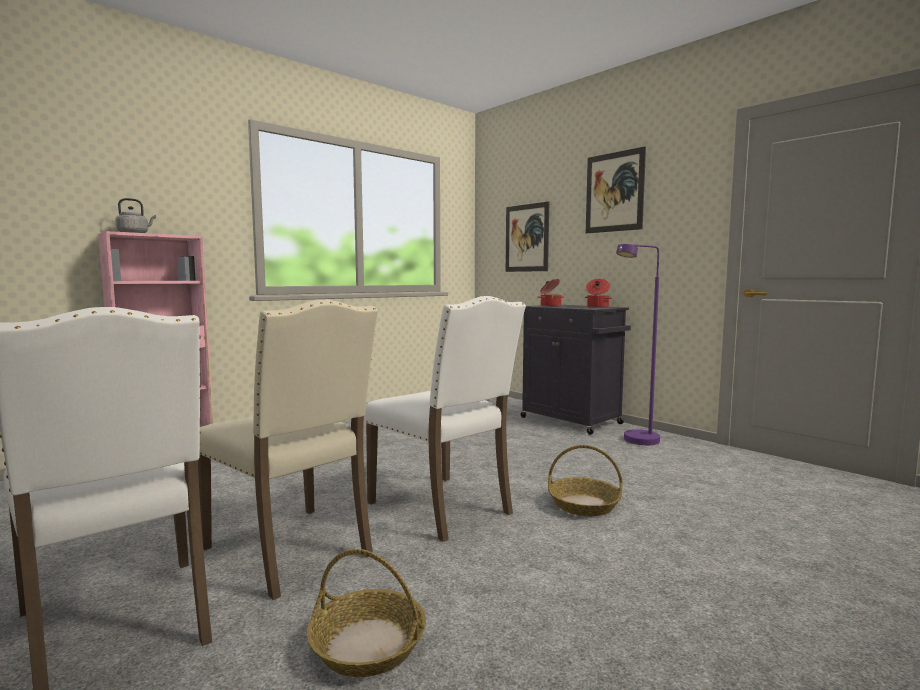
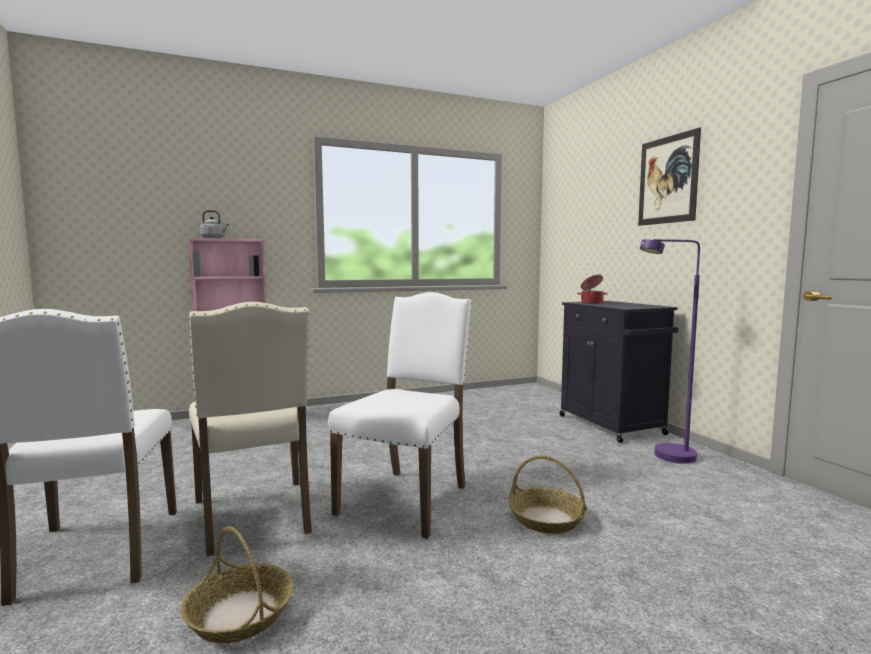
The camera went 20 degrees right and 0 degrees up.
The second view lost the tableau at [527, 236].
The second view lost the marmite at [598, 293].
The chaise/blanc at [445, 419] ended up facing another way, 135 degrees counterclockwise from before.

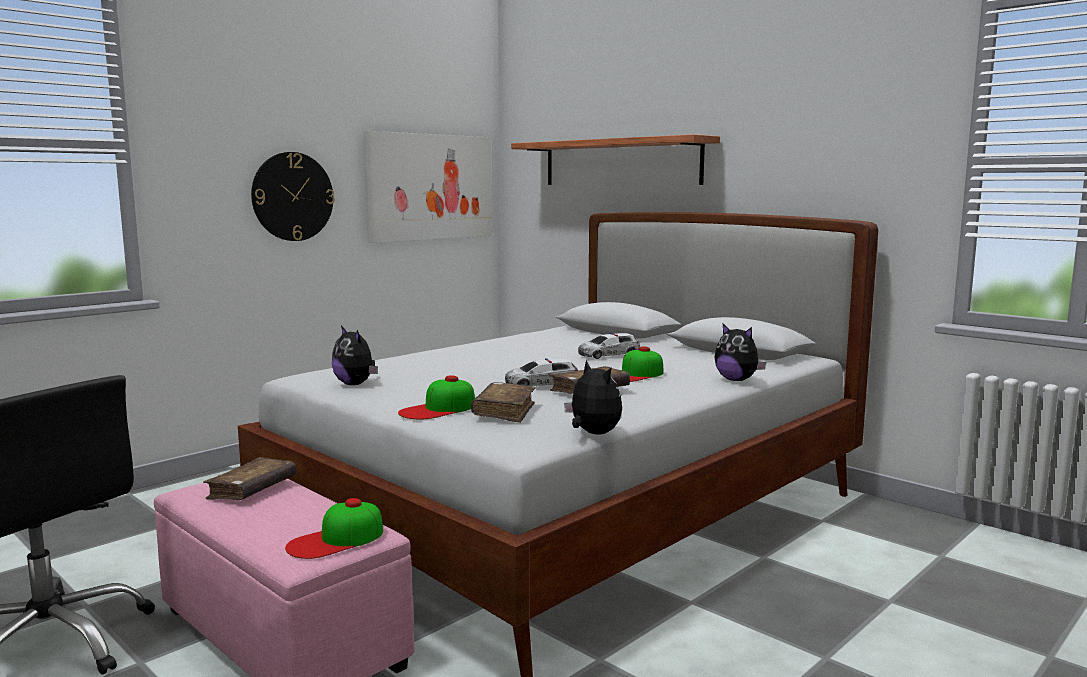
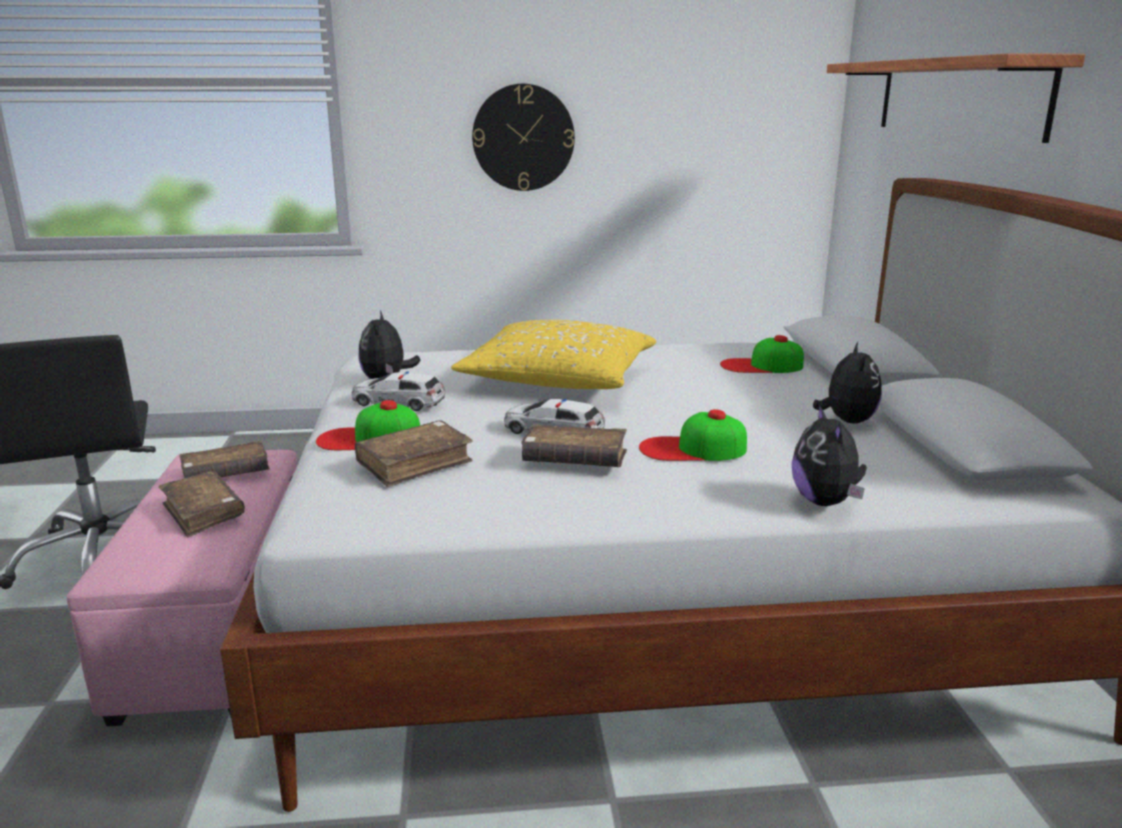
The camera went 40 degrees right and 10 degrees up.
The second view lost the tableau at [428, 187].
The second view gained the livre/marron at [202, 504].
The second view gained the coussin/jaune at [553, 354].
The casquette ended up elsewhere, having gone from [334, 528] to [762, 354].
The peluche ended up elsewhere, having gone from [593, 396] to [847, 383].
The petite voiture ended up elsewhere, having gone from [609, 346] to [398, 391].

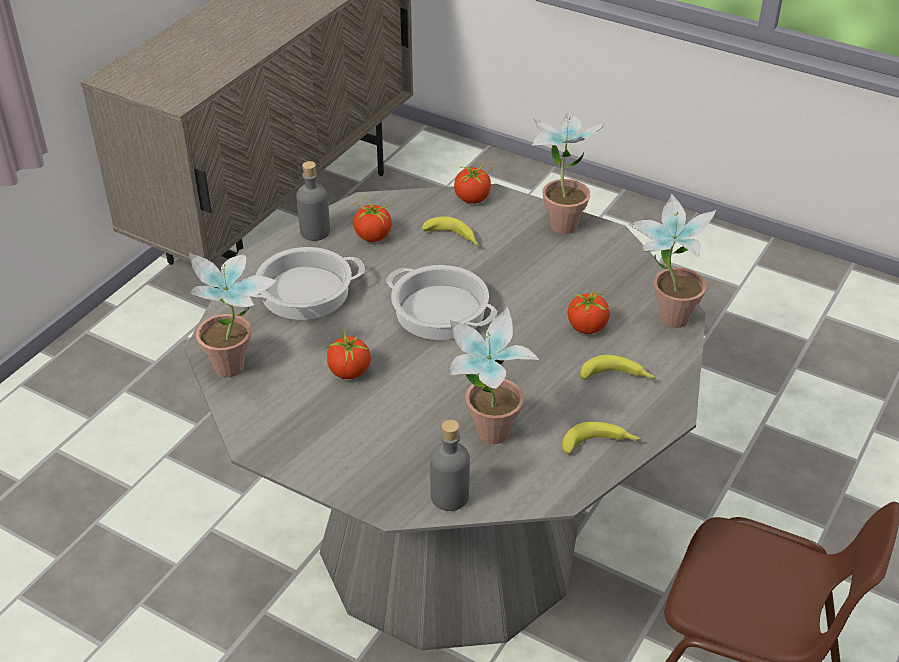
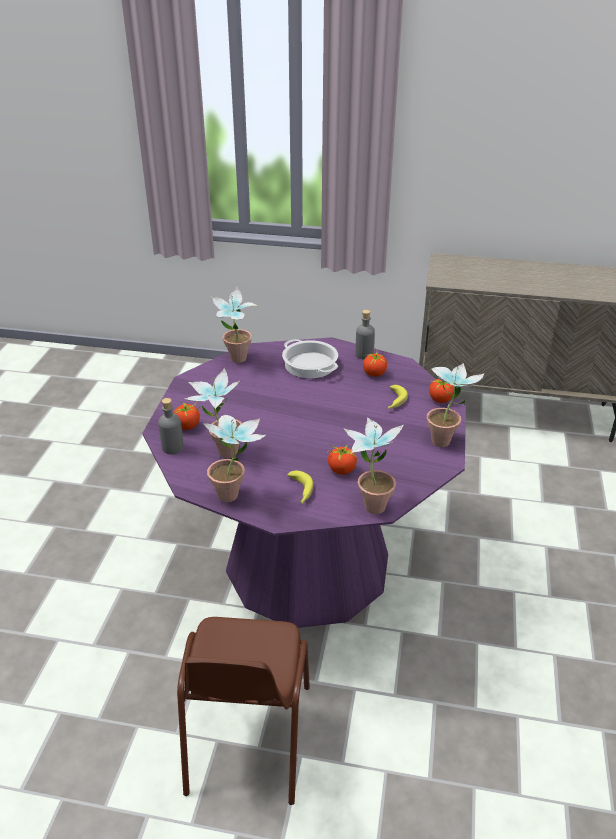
The camera went 70 degrees right and 5 degrees down.
The second view lost the marmite at [441, 302].
The tomate ended up elsewhere, having gone from [349, 352] to [186, 415].
Where the banane stood at [601, 438], the plante en pot came to stand at [234, 458].
What was the table à manger/gris at [445, 417] turned into the table à manger/violet at [304, 482].

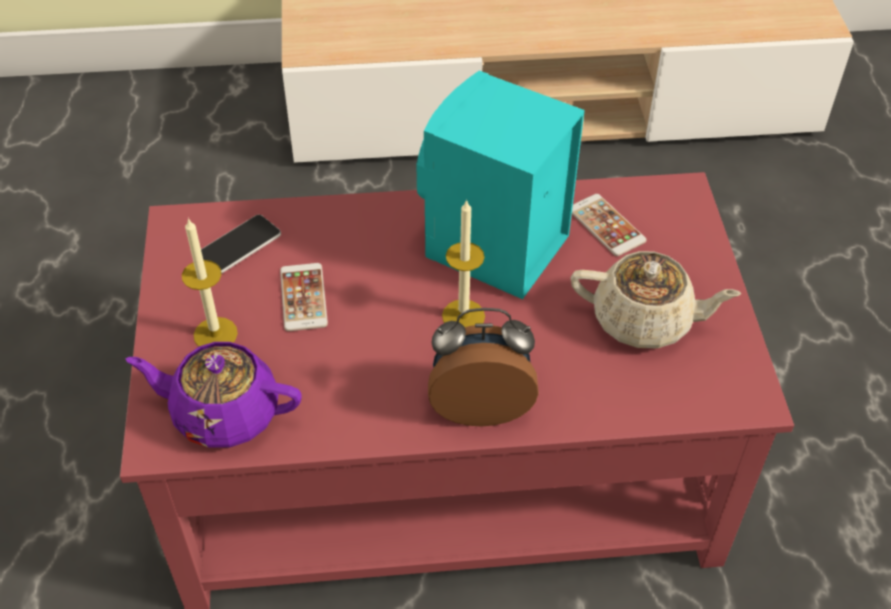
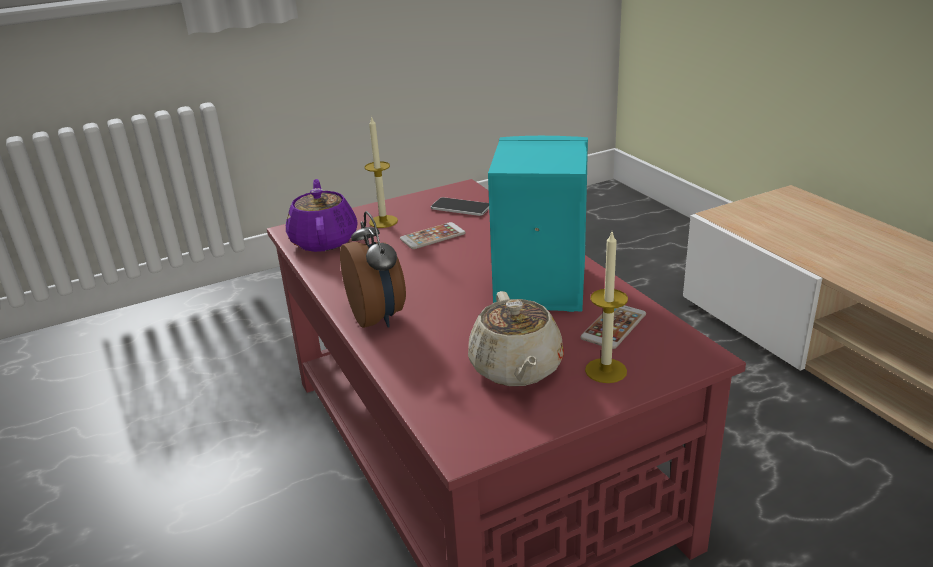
The camera went 70 degrees right and 20 degrees down.
The bougie ended up elsewhere, having gone from [463, 263] to [606, 307].

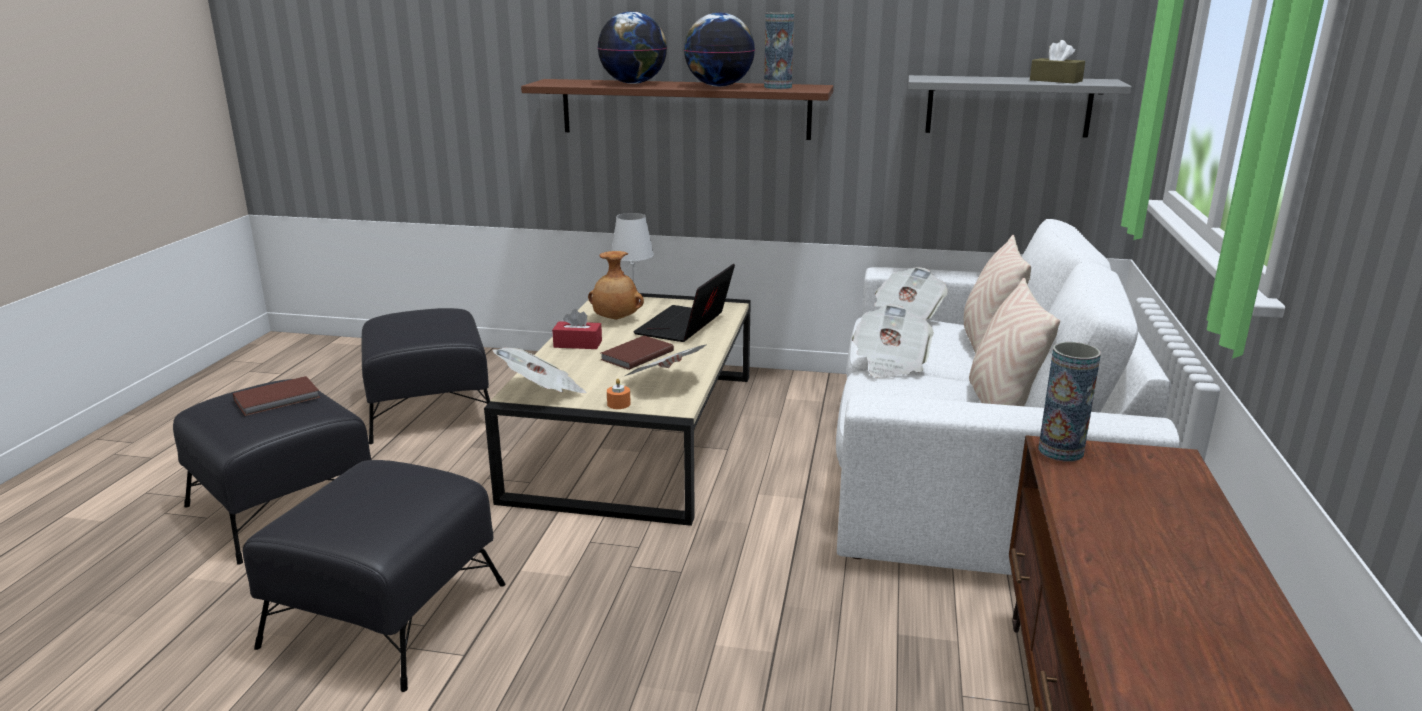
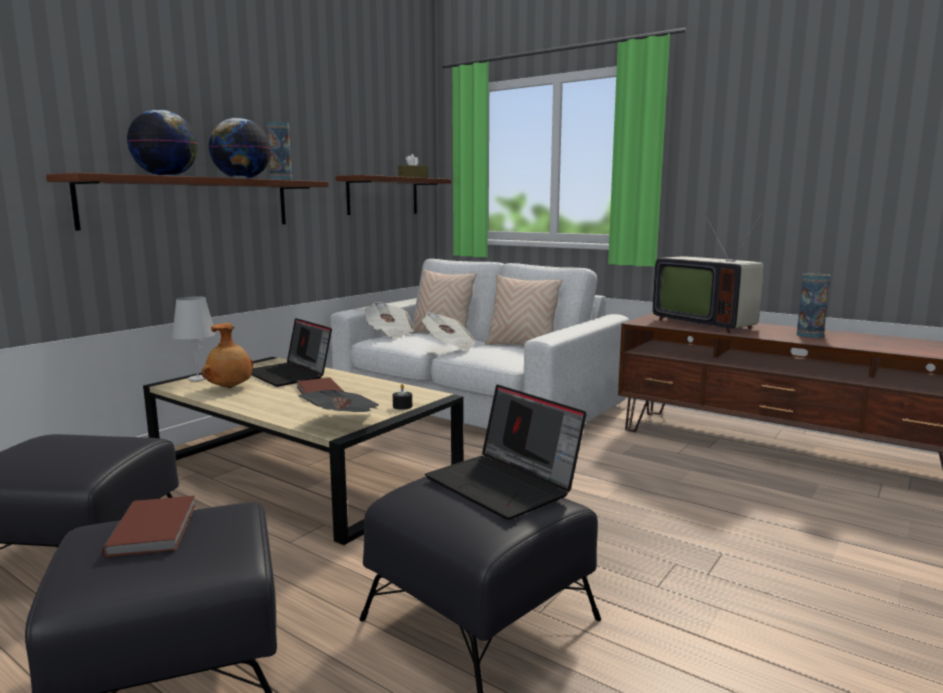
The camera went 65 degrees left and 10 degrees down.
The second view lost the boîte à mouchoirs/rouge at [577, 329].
The second view lost the journal at [665, 360].
The second view gained the ordinateur portable at [505, 452].
The second view gained the téléviseur at [708, 272].
The vase ended up elsewhere, having gone from [1069, 402] to [814, 305].
What was the bougie/orange at [619, 394] turned into the bougie/noir at [402, 397].
What was the étagère/gris at [1020, 106] turned into the étagère/marron at [393, 195].

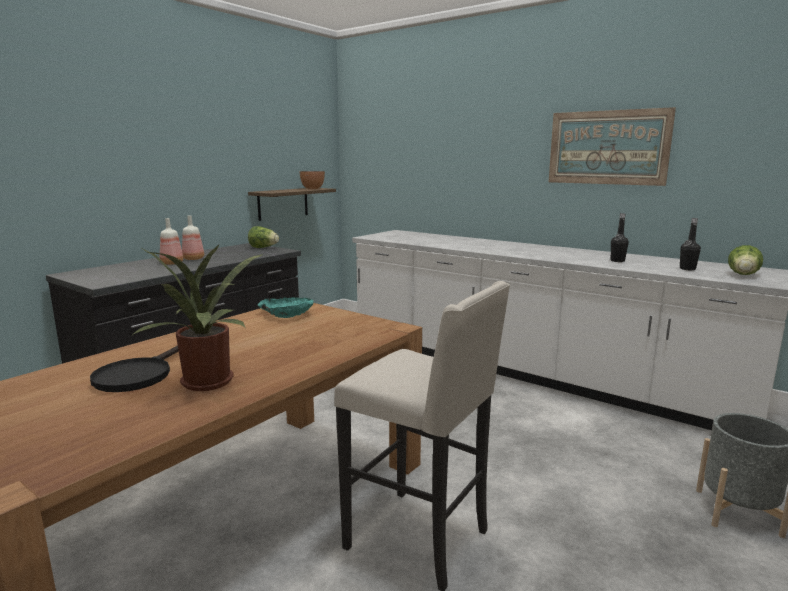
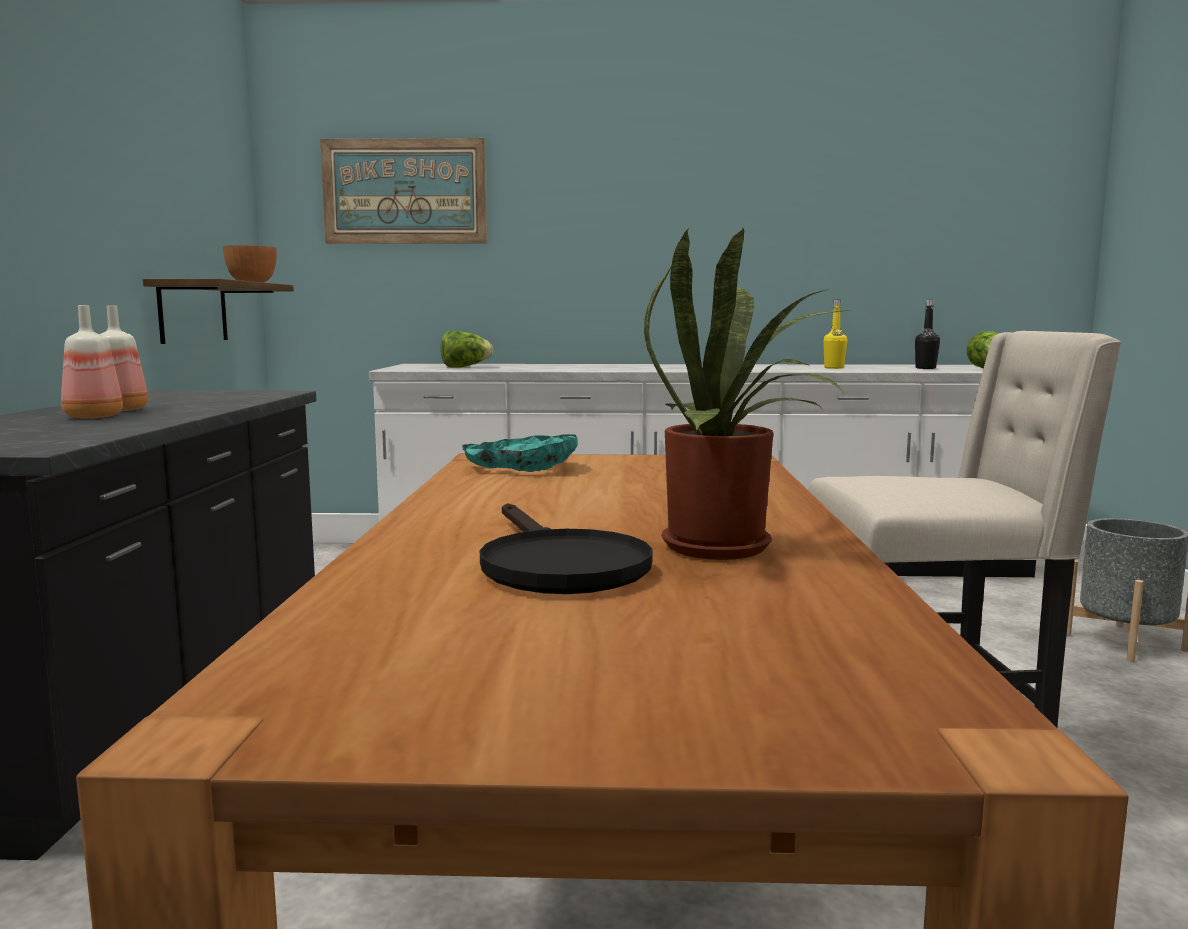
The camera went 35 degrees left and 5 degrees down.
The laitue ended up elsewhere, having gone from [263, 237] to [467, 349].
The tableau ended up elsewhere, having gone from [612, 146] to [403, 191].
What was the bouteille/noir at [620, 237] turned into the bouteille/jaune at [835, 334].

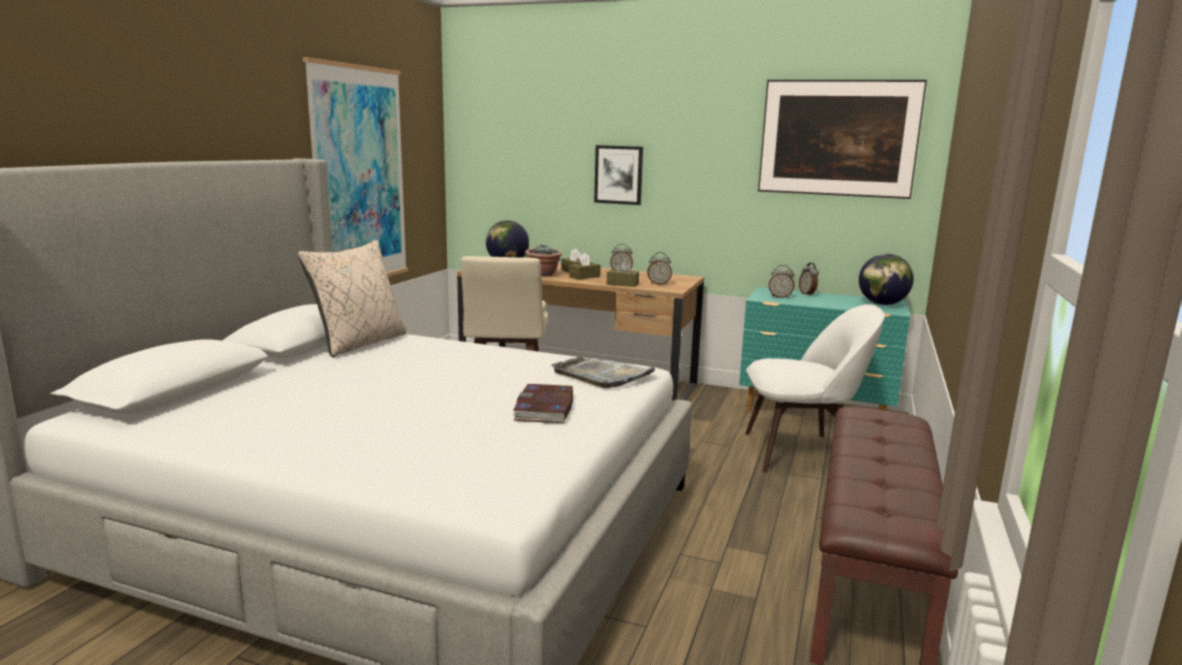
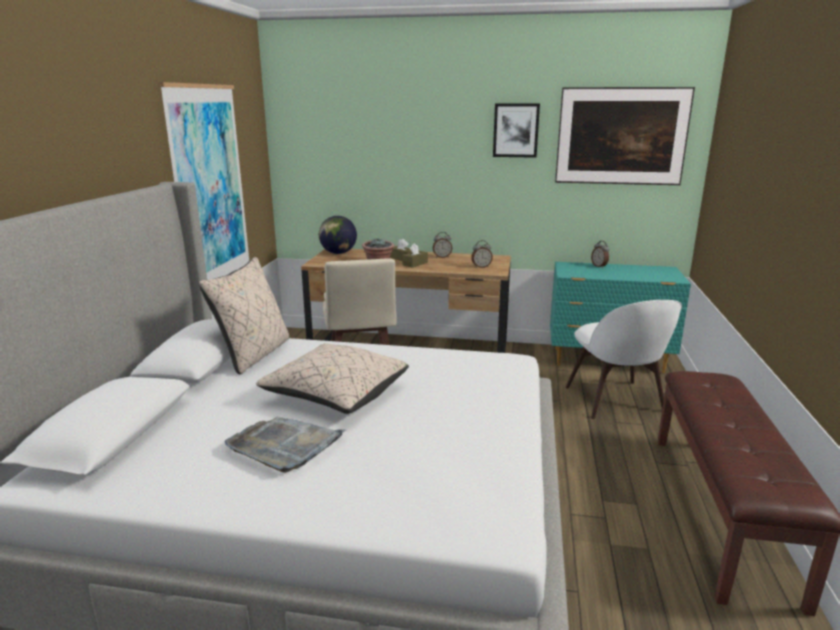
The camera went 10 degrees left and 5 degrees up.
The second view lost the livre at [542, 403].
The second view lost the boîte à mouchoirs/marron at [623, 273].
The second view lost the réveil at [782, 281].
The second view lost the globe at [886, 279].
The second view gained the coussin/beige at [332, 378].
The plateau/gris ended up elsewhere, having gone from [604, 372] to [285, 444].
The tableau ended up elsewhere, having gone from [618, 175] to [516, 130].
The chaise/blanc at [815, 388] ended up facing another way, 90 degrees clockwise from before.

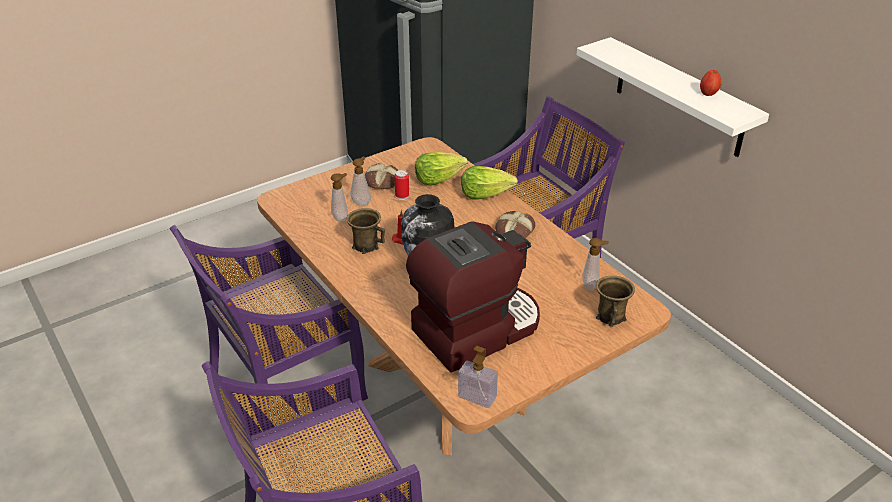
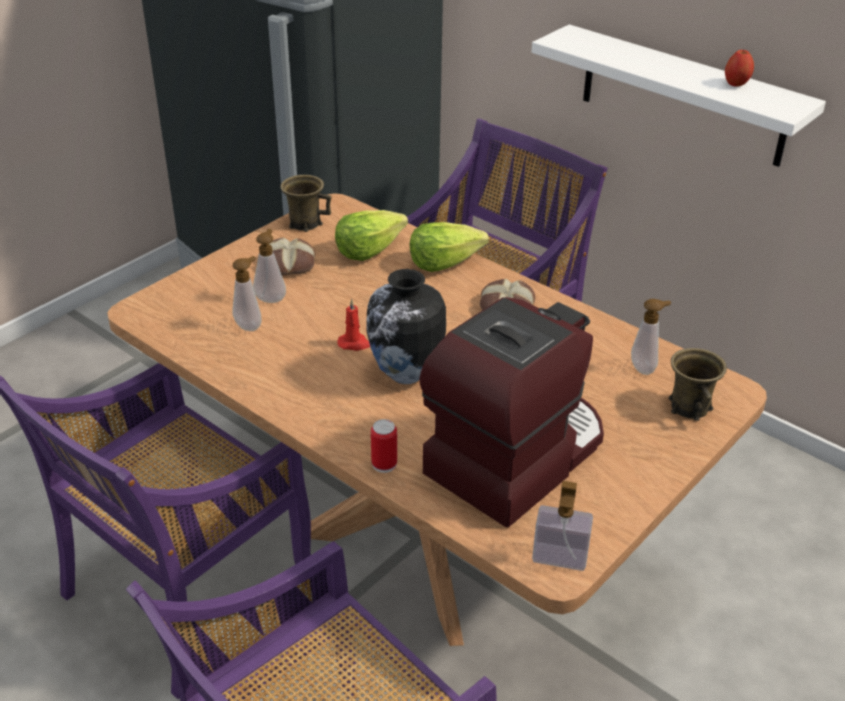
The camera went 15 degrees left and 0 degrees up.
The mug/marron ended up elsewhere, having gone from [366, 231] to [306, 203].
The boîte métallique ended up elsewhere, having gone from [401, 185] to [384, 446].

